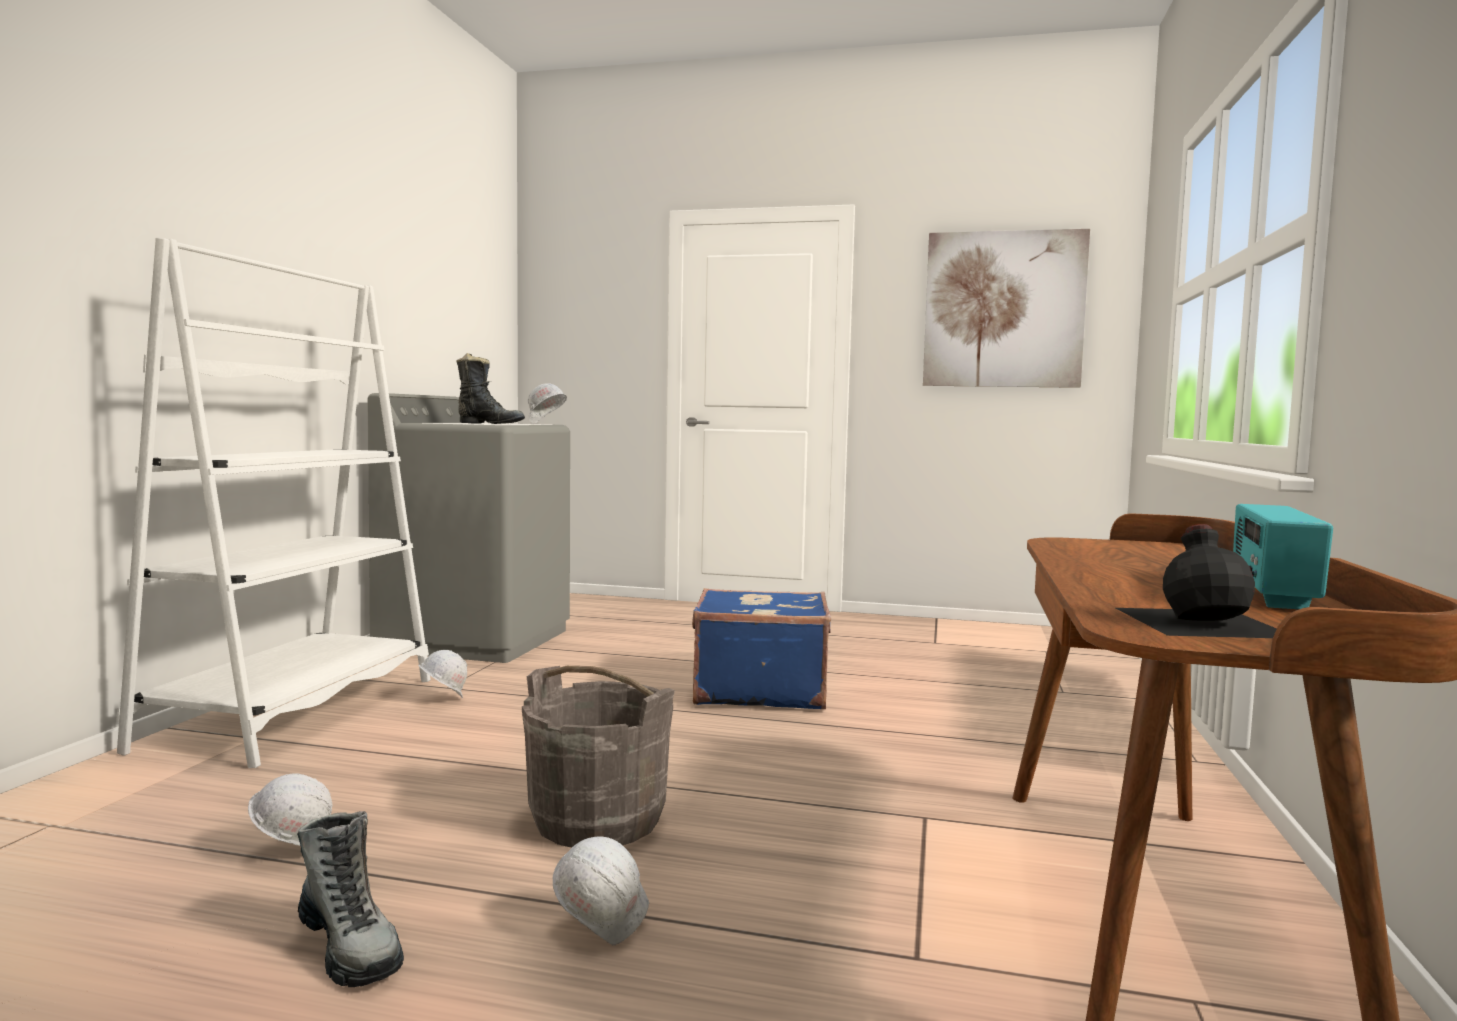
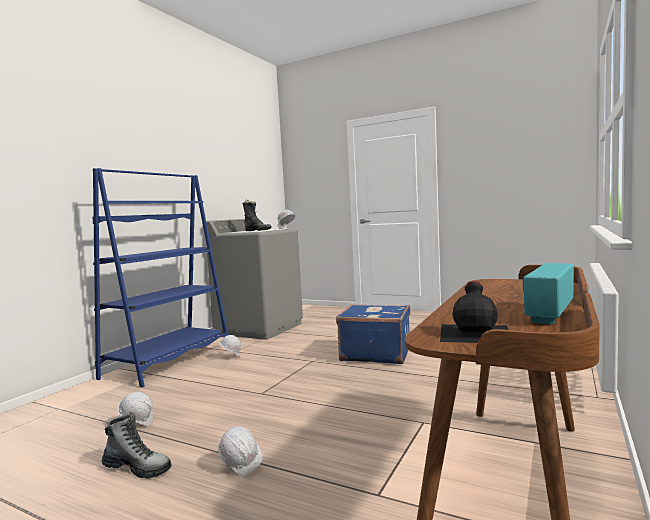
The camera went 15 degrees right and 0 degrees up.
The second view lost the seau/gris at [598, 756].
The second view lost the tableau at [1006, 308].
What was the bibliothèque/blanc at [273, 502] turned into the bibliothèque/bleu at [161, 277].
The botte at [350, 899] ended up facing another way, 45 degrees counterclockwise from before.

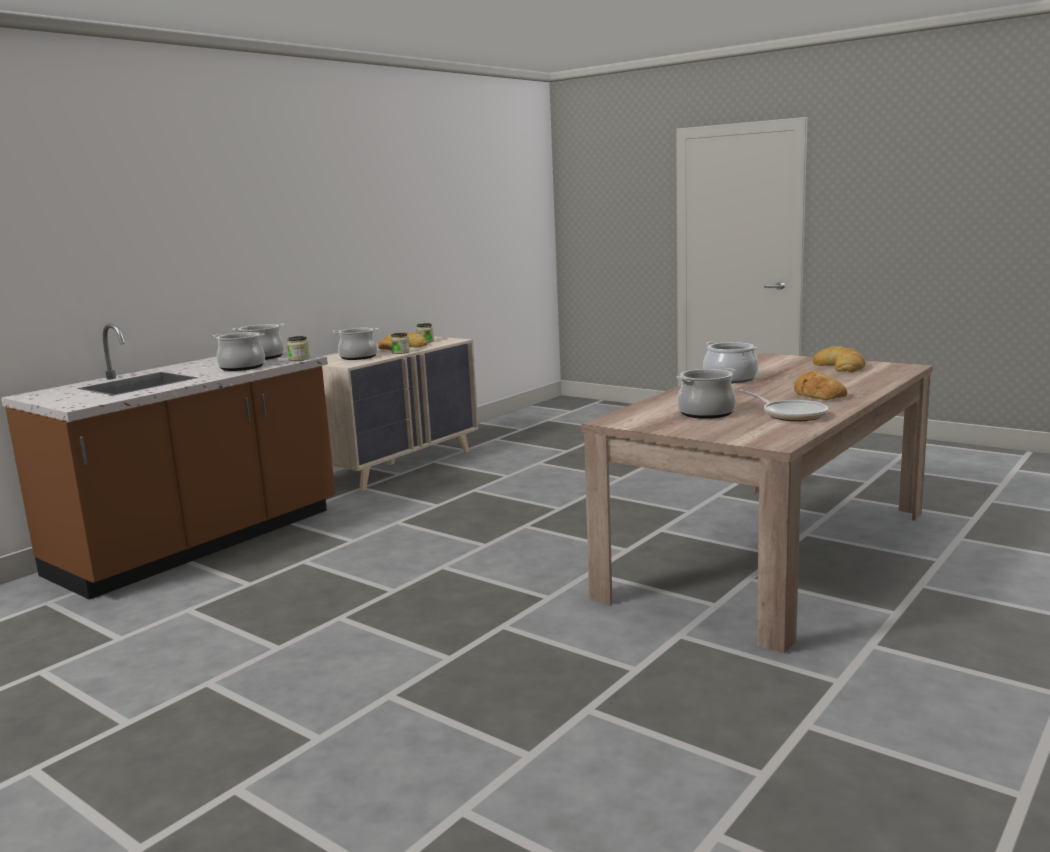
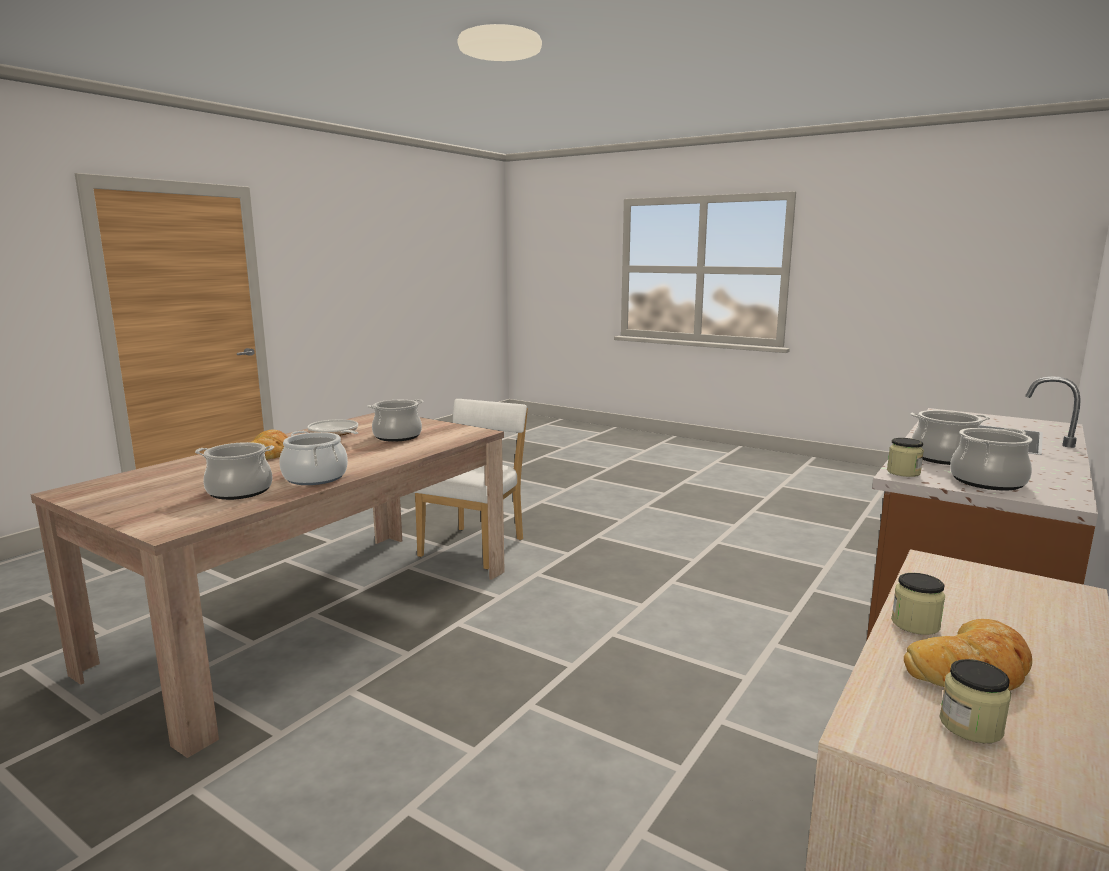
The camera went 175 degrees right and 0 degrees up.
The second view lost the pain at [839, 359].
The second view gained the chaise/blanc at [470, 484].
The marmite ended up elsewhere, having gone from [356, 344] to [234, 471].

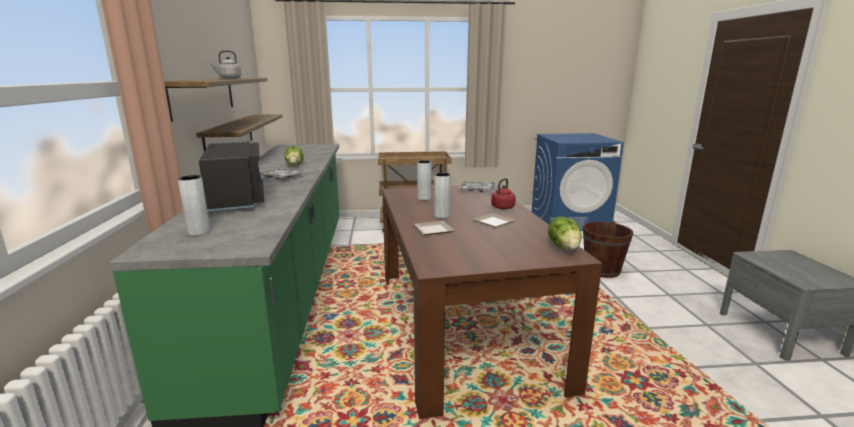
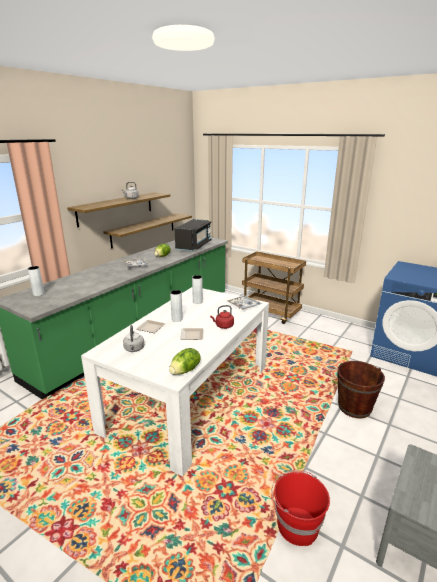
The camera went 40 degrees right and 5 degrees up.
The second view gained the bouilloire/gris at [133, 338].
The second view gained the seau/rouge at [301, 508].
The micro-ondes/noir ended up elsewhere, having gone from [231, 176] to [193, 235].
What was the table à manger/marron at [492, 302] turned into the table à manger/blanc at [175, 381].

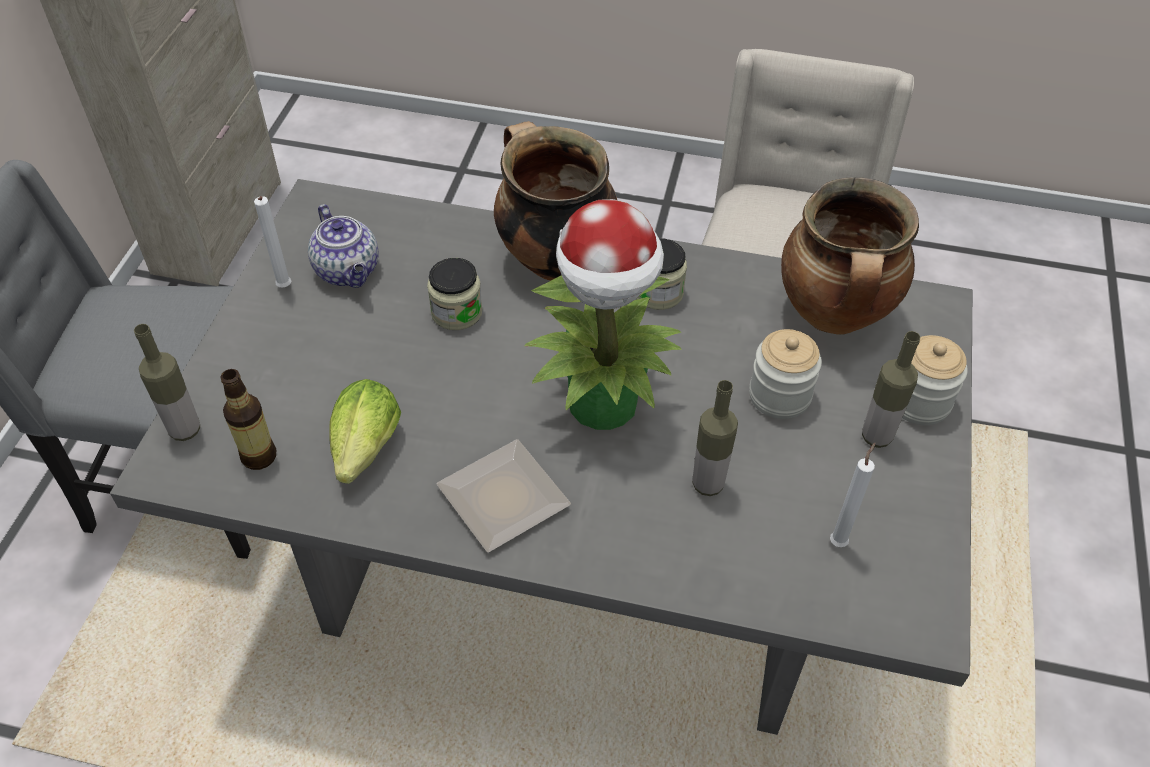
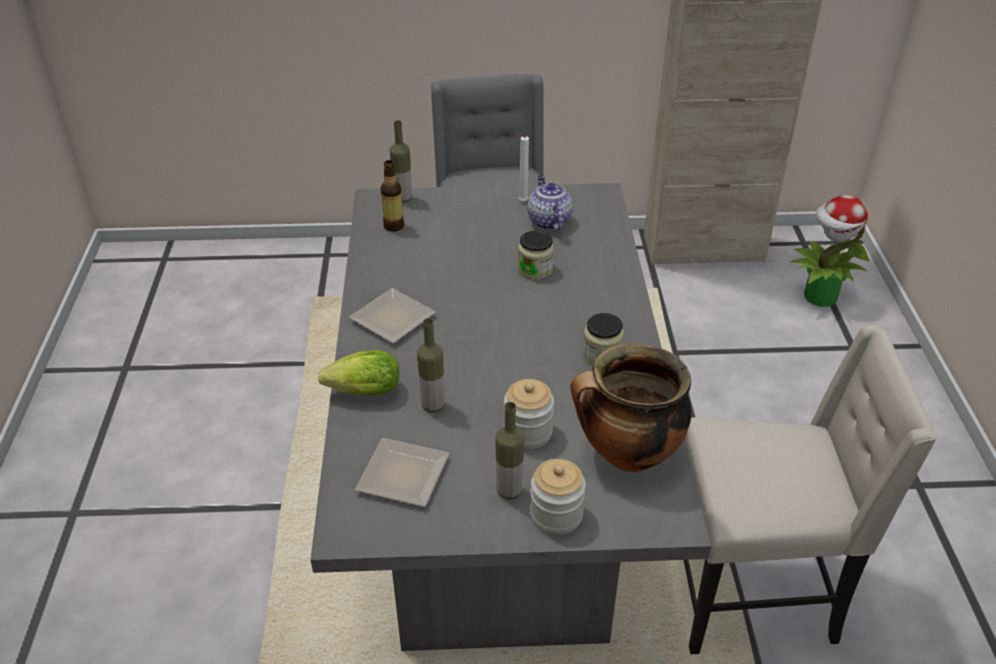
The camera went 75 degrees right and 10 degrees down.
The second view lost the marmite at [555, 201].
The laitue ended up elsewhere, having gone from [365, 431] to [358, 372].
The plante en pot ended up elsewhere, having gone from [603, 314] to [829, 251].
Where the bougie/blanc stood at [852, 494], the assiette came to stand at [402, 472].
The théière at [343, 246] ended up facing another way, 120 degrees clockwise from before.

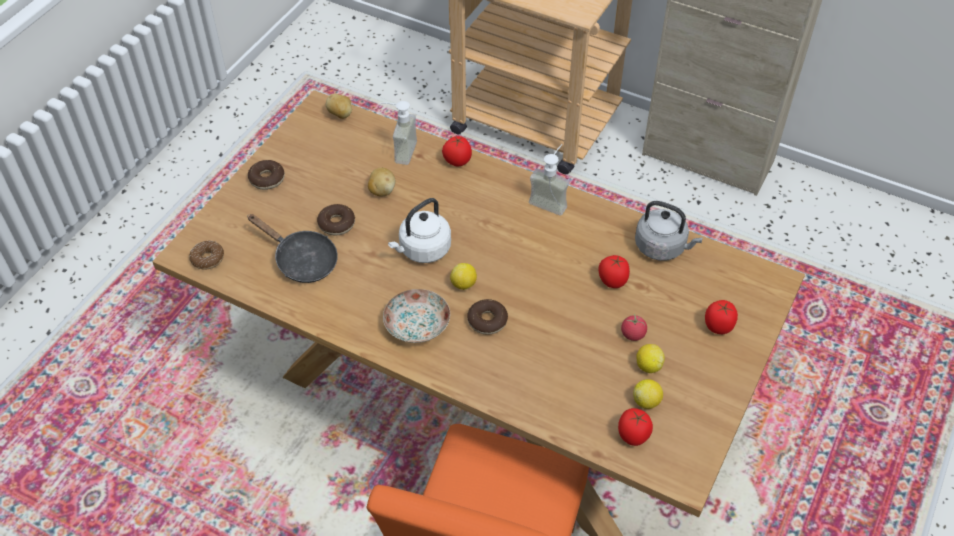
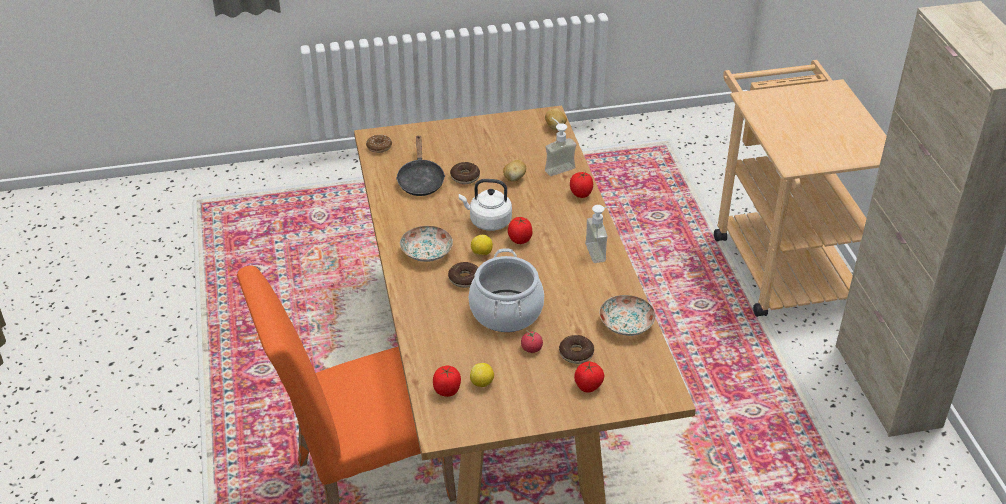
The camera went 50 degrees right and 10 degrees down.
The second view lost the citron at [650, 358].
The second view gained the marmite at [506, 290].
The beignet ended up elsewhere, having gone from [266, 175] to [576, 349].
The tomate ended up elsewhere, having gone from [614, 271] to [520, 230].
Where the bouilloire/gris stood at [669, 231], the assiette came to stand at [627, 315].

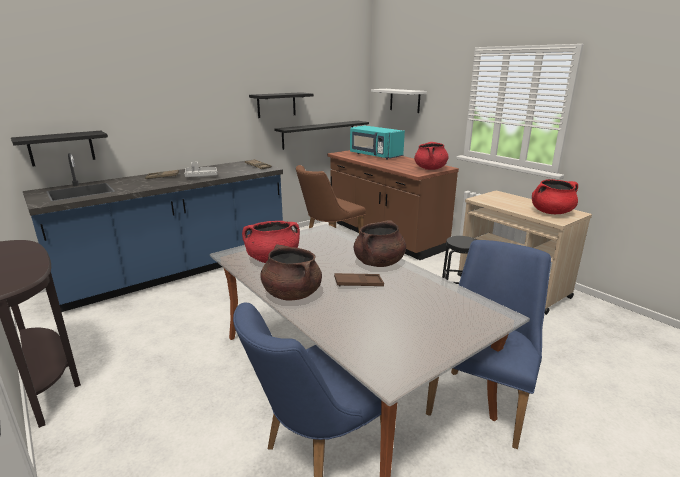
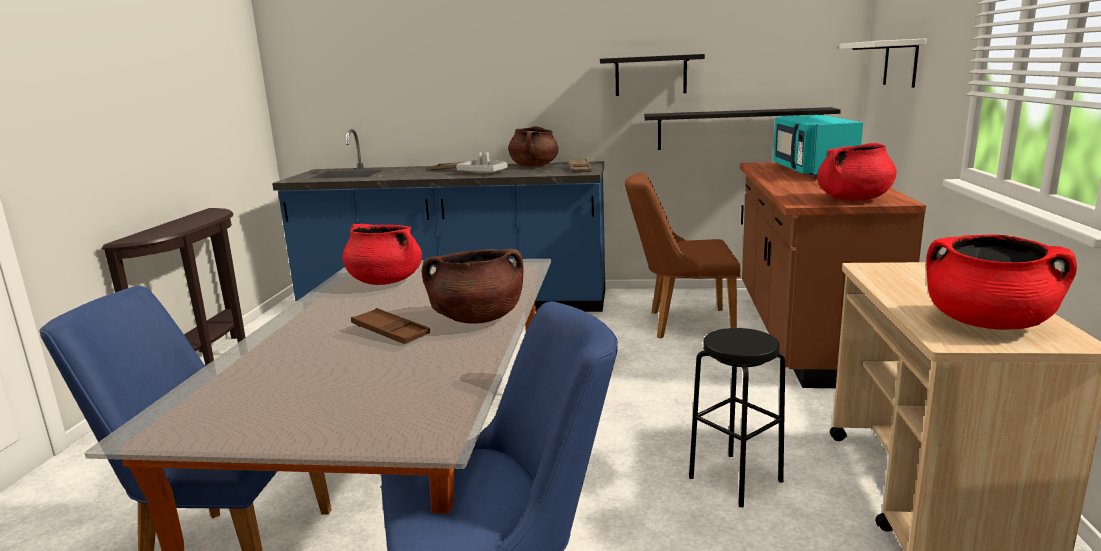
The camera went 45 degrees right and 5 degrees down.
The second view lost the étagère/noir at [59, 148].
The marmite/marron ended up elsewhere, having gone from [291, 272] to [533, 146].

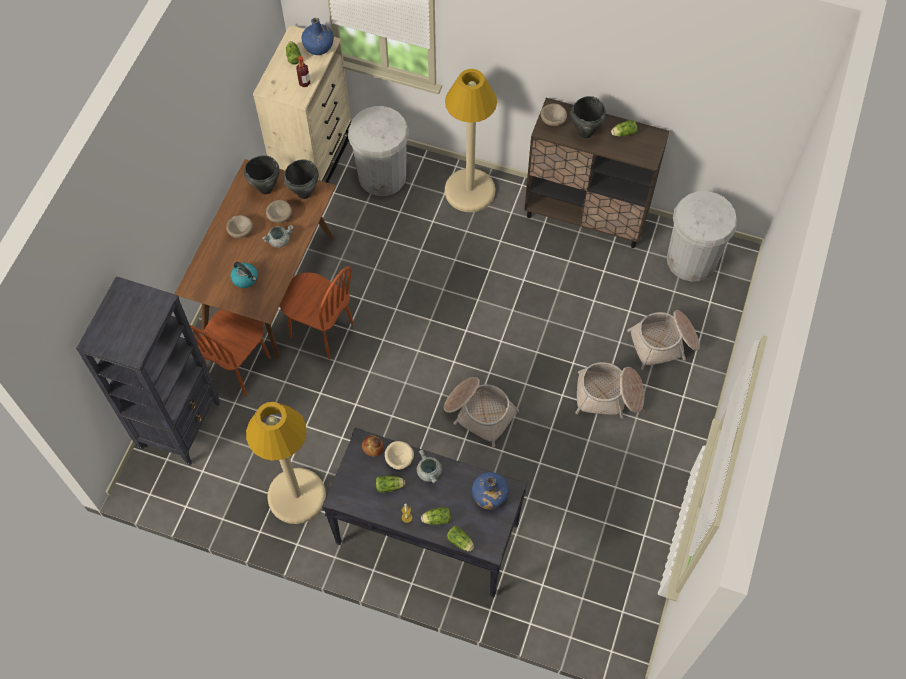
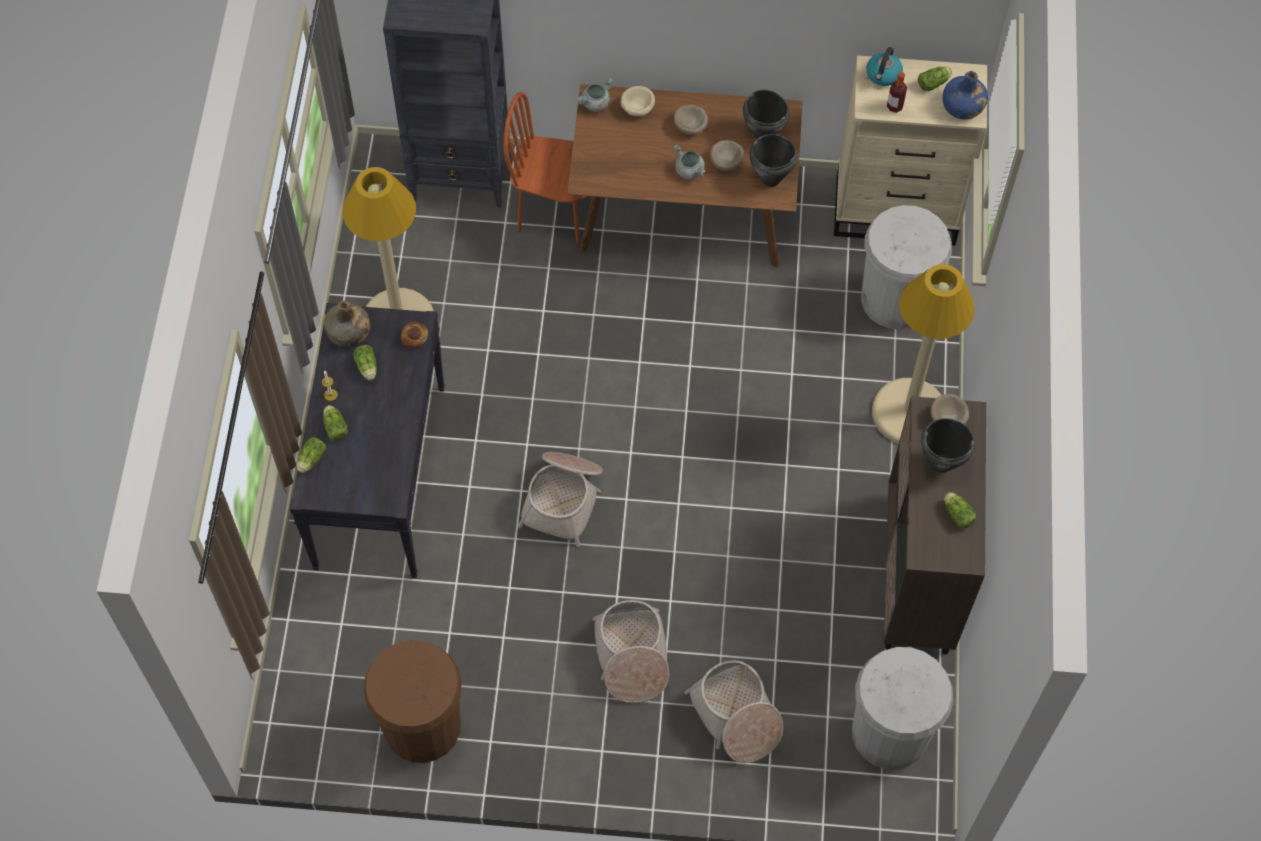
The camera went 75 degrees right and 0 degrees up.
The second view lost the chaise/marron at [317, 312].
The second view lost the bouteille/bleu at [490, 490].
The second view gained the bouteille/vert at [347, 324].
The second view gained the poubelle/marron at [412, 701].
The bouilloire ended up elsewhere, having gone from [244, 275] to [884, 66].
The bol/beige ended up elsewhere, having gone from [399, 455] to [638, 101].
The marmite/gris ended up elsewhere, having gone from [429, 466] to [595, 94].

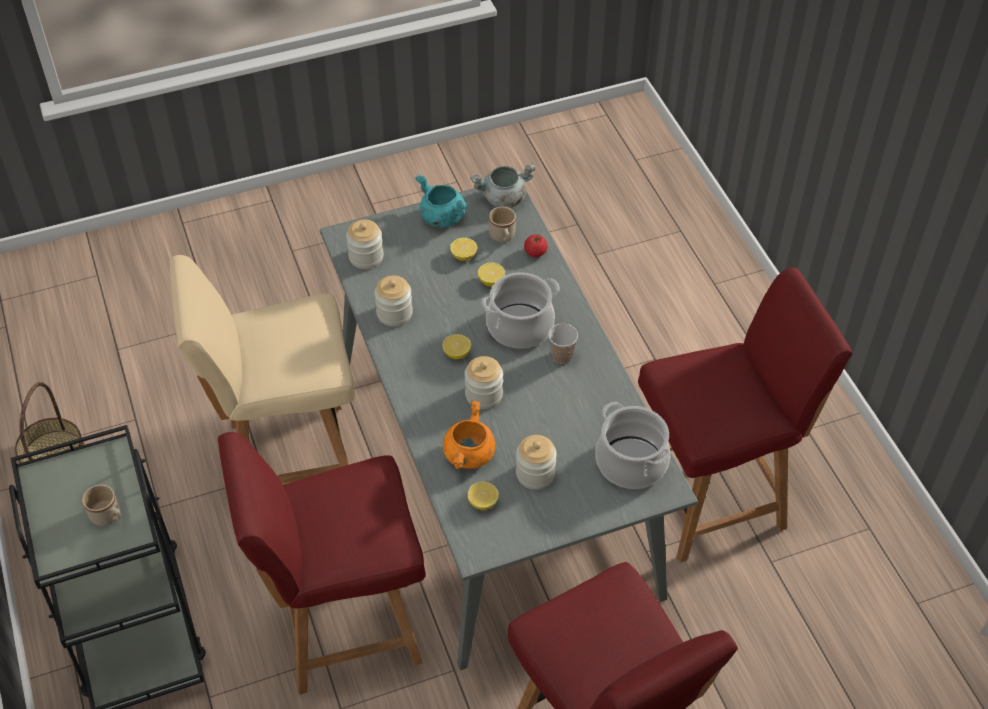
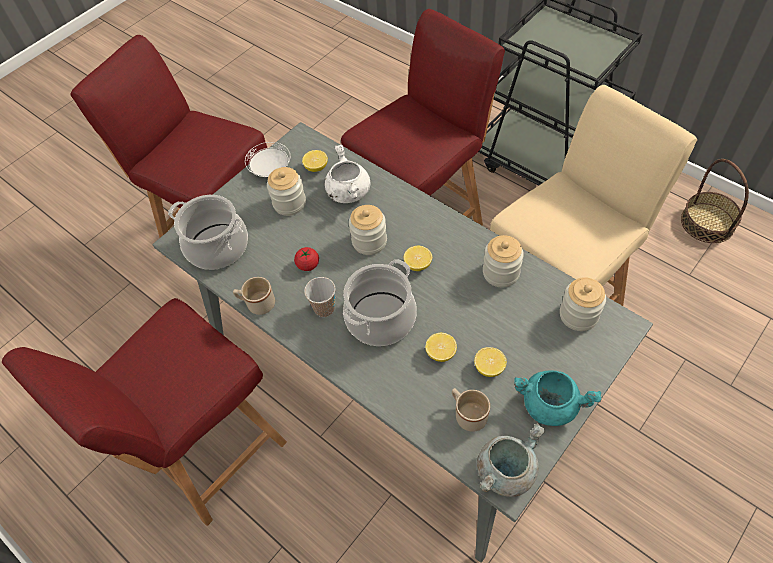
The camera went 155 degrees right and 5 degrees up.
The second view gained the assiette/blanc at [267, 159].
The mug/beige ended up elsewhere, having gone from [101, 505] to [254, 296].
The tomate ended up elsewhere, having gone from [536, 246] to [306, 259].
What was the marmite/orange at [469, 434] turned into the marmite/blanc at [347, 174].

